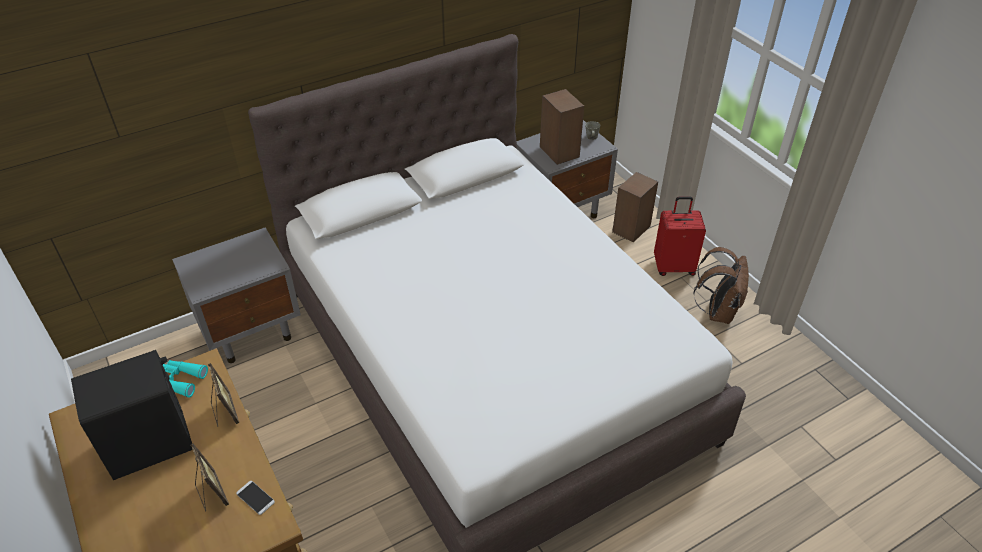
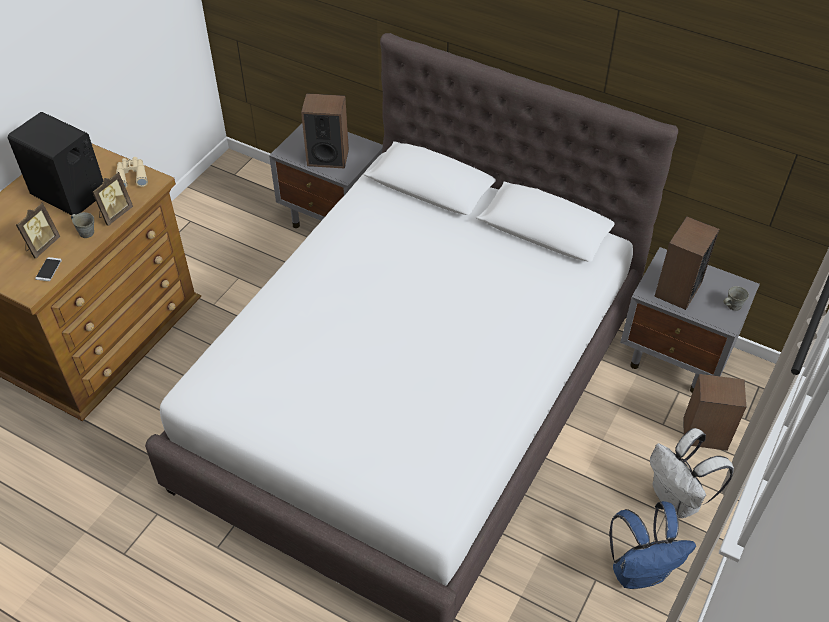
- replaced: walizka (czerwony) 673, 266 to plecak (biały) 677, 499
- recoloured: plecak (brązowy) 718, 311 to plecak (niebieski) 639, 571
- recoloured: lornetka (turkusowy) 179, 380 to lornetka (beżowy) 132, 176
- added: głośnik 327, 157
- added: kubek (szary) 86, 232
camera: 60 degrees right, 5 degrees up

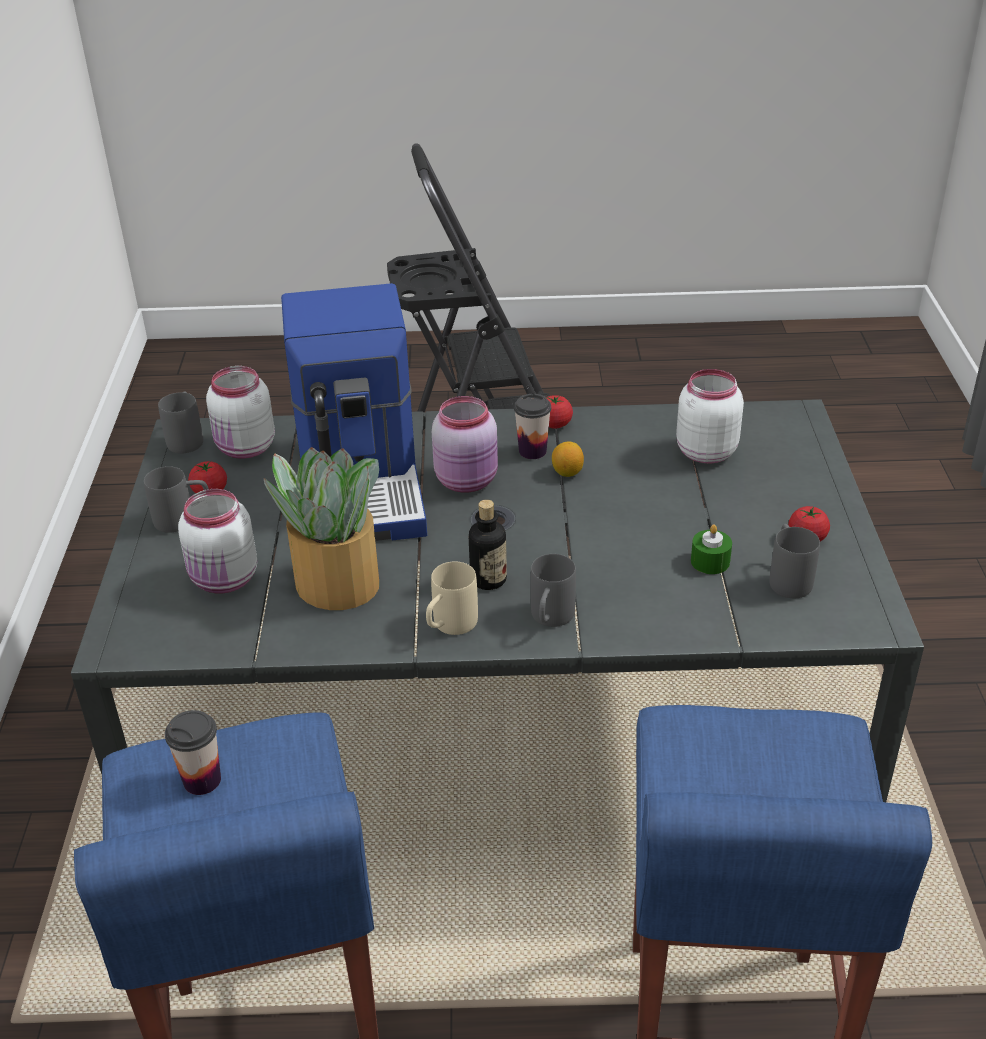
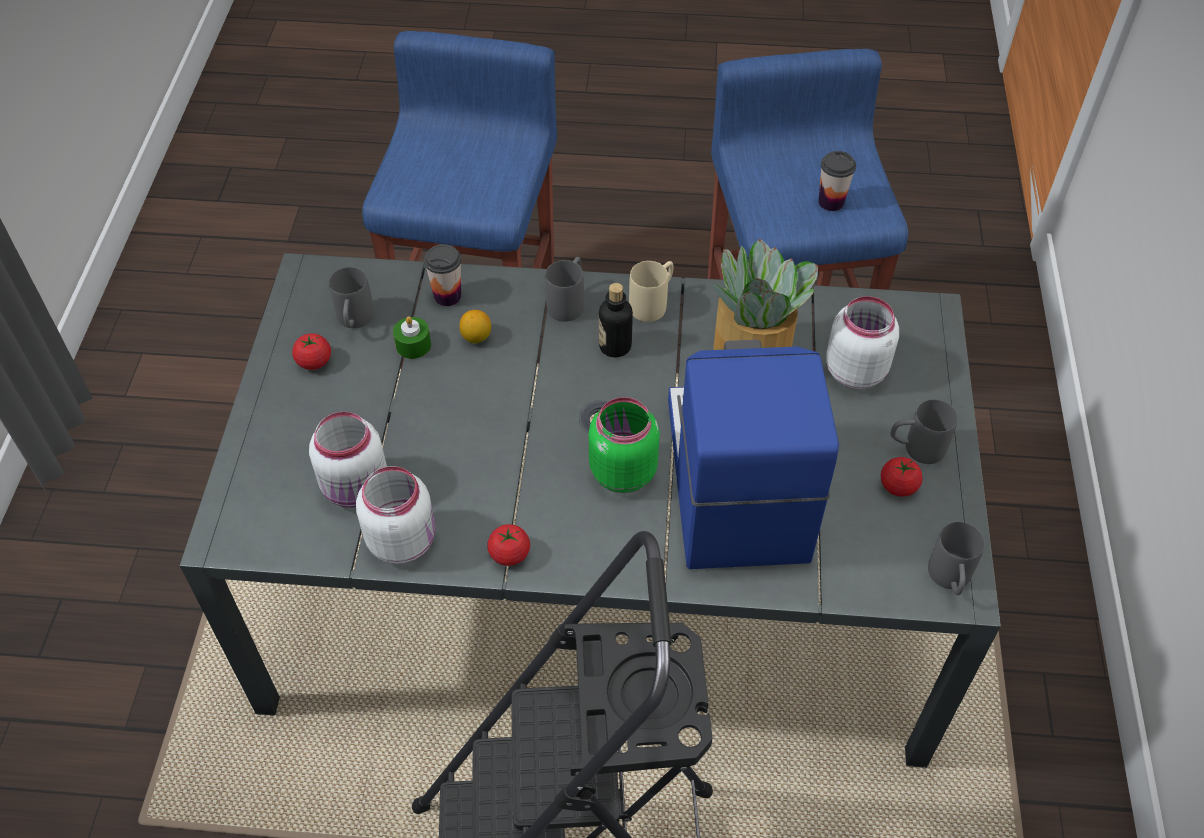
- moved: słoik (biały) 245, 448 to 403, 539
- moved: filiżanka 532, 451 to 447, 296
- recoloured: słoik (różowy) 468, 480 to słoik (zielony) 621, 472
- moved: cytryna 567, 472 to 476, 337
camera: 175 degrees left, 15 degrees up

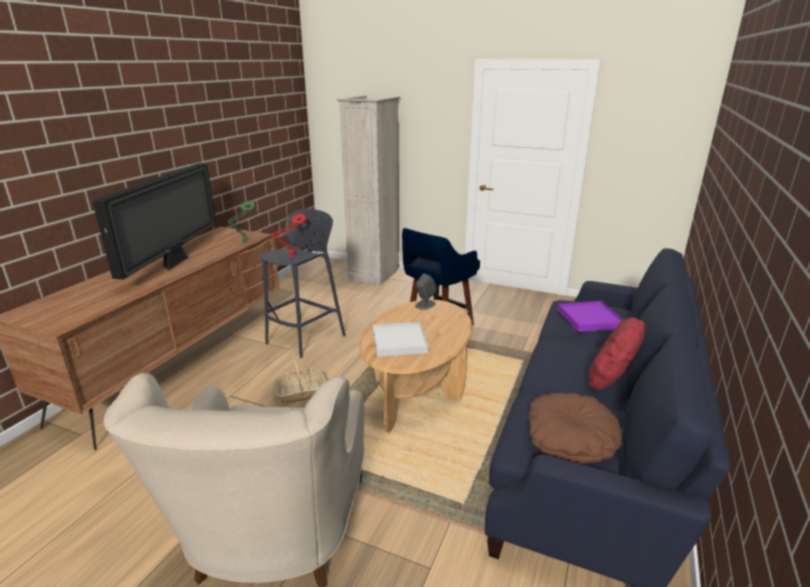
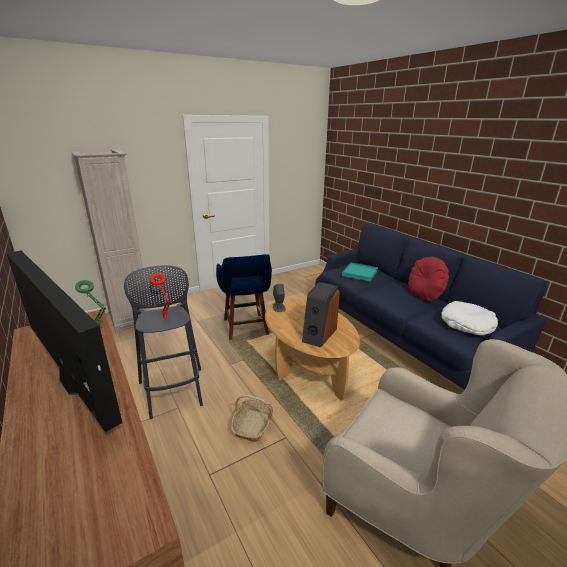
- recoloured: taca (fioletowy) 589, 319 to taca (turkusowy) 360, 273
- replaced: taca (biały) 399, 342 to głośnik 319, 334
- recoloured: poduszka (brązowy) 571, 439 to poduszka (biały) 467, 325
camera: 55 degrees left, 0 degrees up

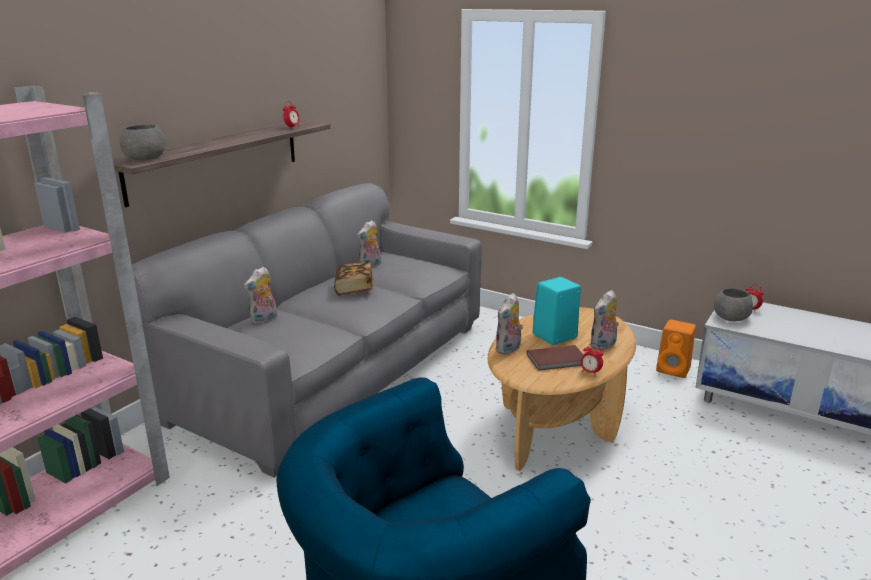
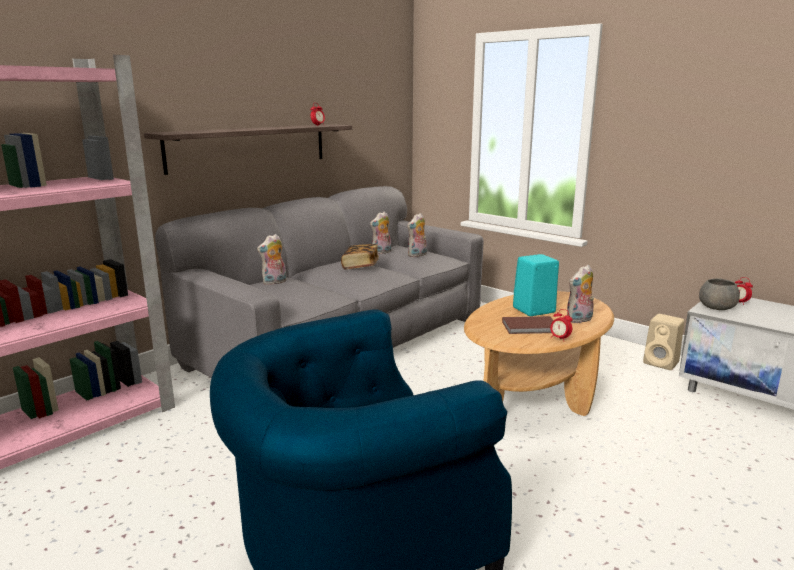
- removed: miska (szary) 146, 158
- moved: pluszak 509, 349 to 417, 255
- recoloured: głośnik (pomarańczowy) 674, 369 to głośnik (beżowy) 662, 363
camera: 10 degrees right, 5 degrees down

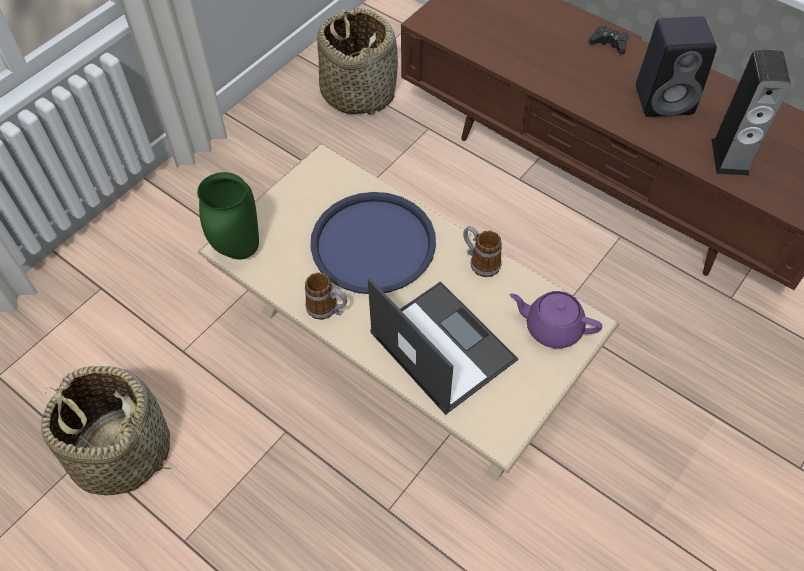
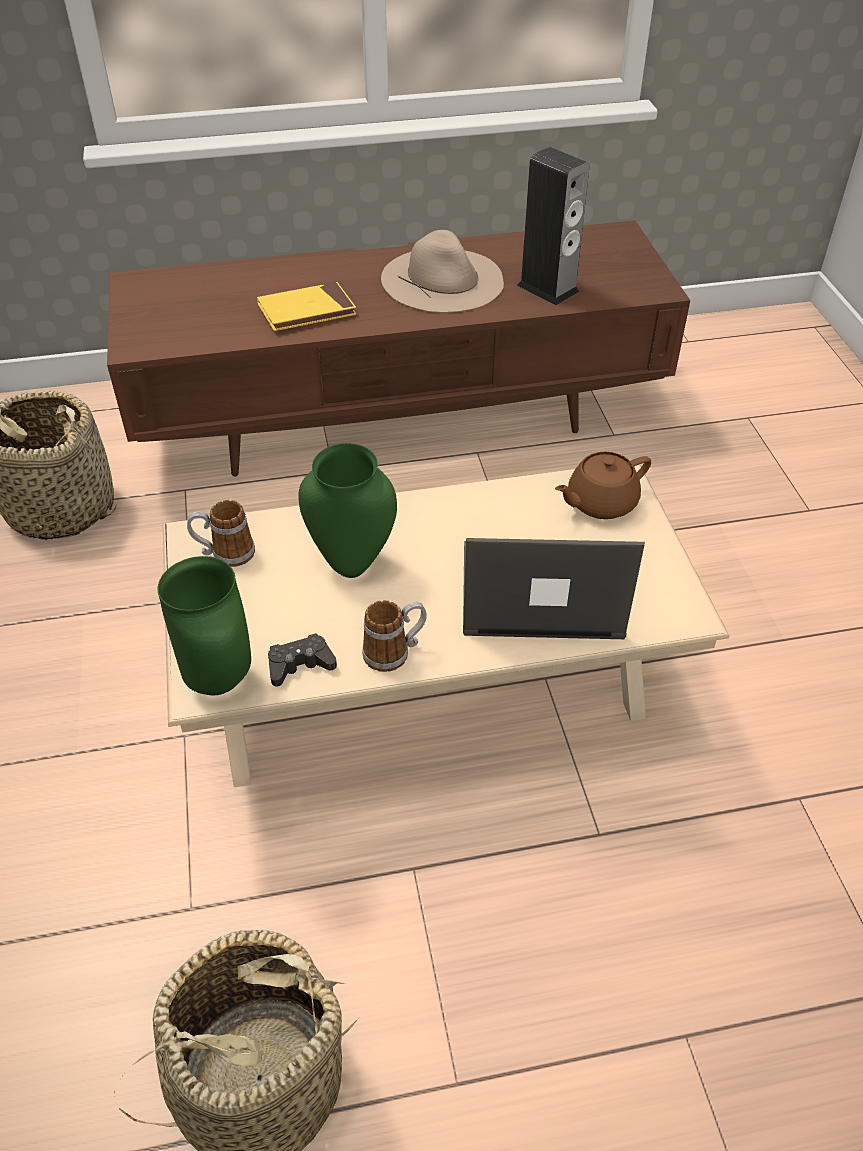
- replaced: głośnik (czarny) 666, 99 to kapelusz (beżowy) 442, 279
- moved: pad do gier (czarny) 609, 43 to 300, 665
- replaced: taca (niebieski) 373, 243 to wazon (zielony) 353, 563
- moved: kubek 480, 261 to 225, 554
- recoloured: imbryk (fioletowy) 552, 327 to imbryk (brązowy) 600, 502
- added: książka (żółty) 306, 311
camera: 50 degrees left, 10 degrees down

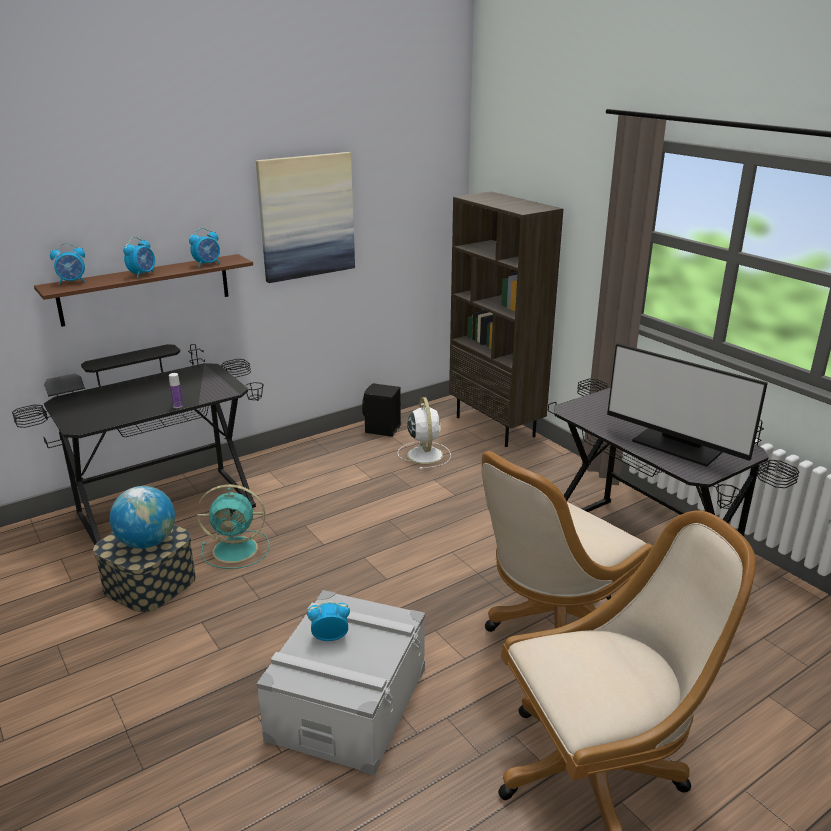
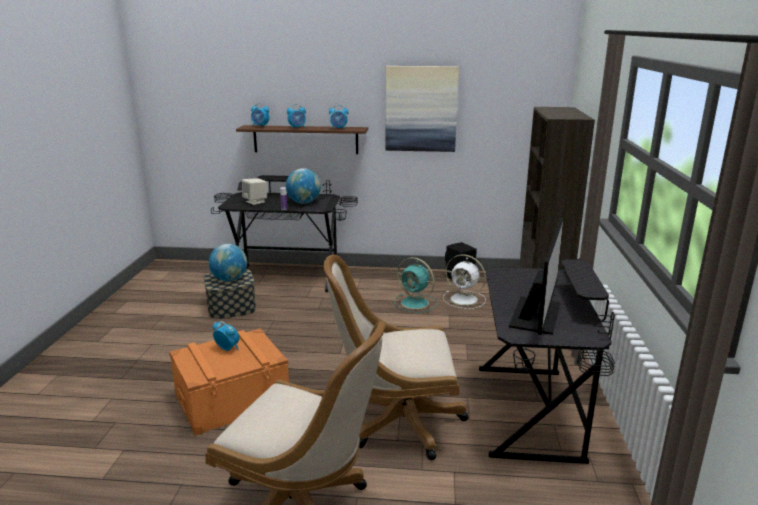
- turned: monitor 677, 446 = 537, 315 150 degrees counterclockwise
- turned: wentylator (biały) 424, 454 = 465, 299 90 degrees clockwise
- moved: wentylator (turkusowy) 237, 549 to 416, 303
- recoloured: pojemnik do przechowywania (szary) 348, 703 to pojemnik do przechowywania (pomarańczowy) 232, 399
- added: globus 304, 203
- added: głośnik (beżowy) 255, 202
camera: 40 degrees right, 5 degrees down

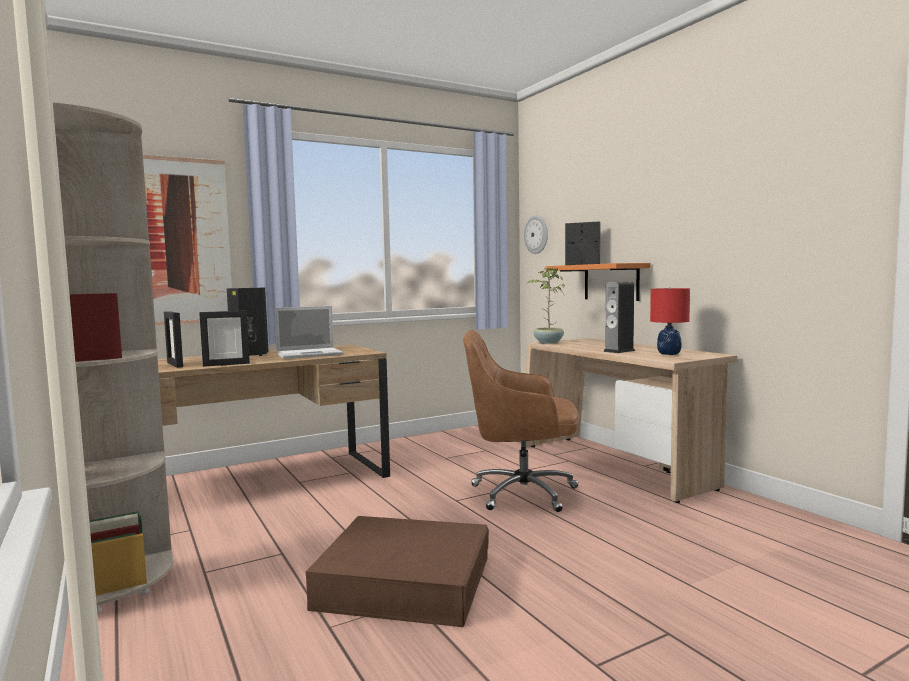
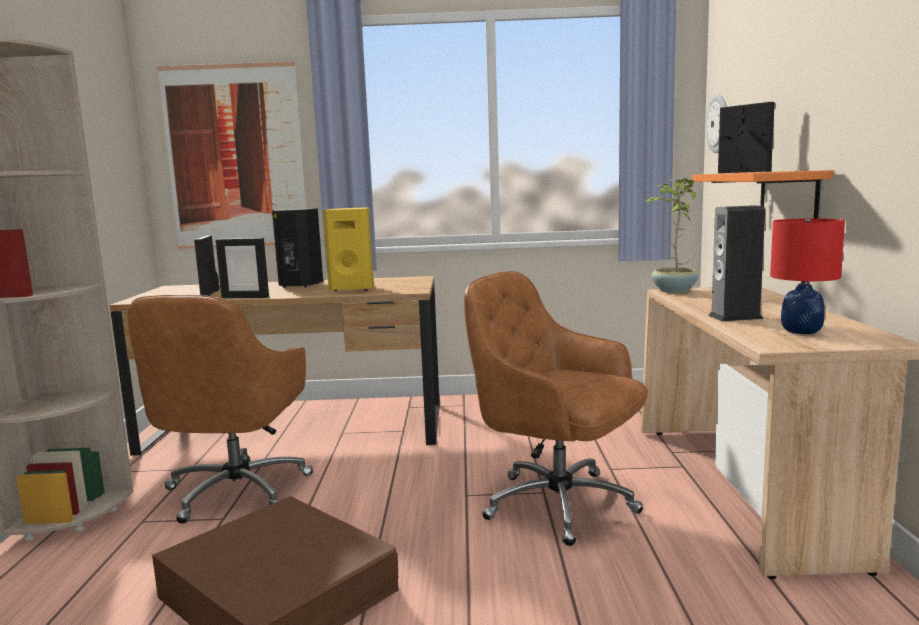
- replaced: laptop 310, 354 to głośnik (żółty) 353, 288
- added: krzesło biurowe (brązowy) 236, 491
camera: 30 degrees right, 5 degrees up

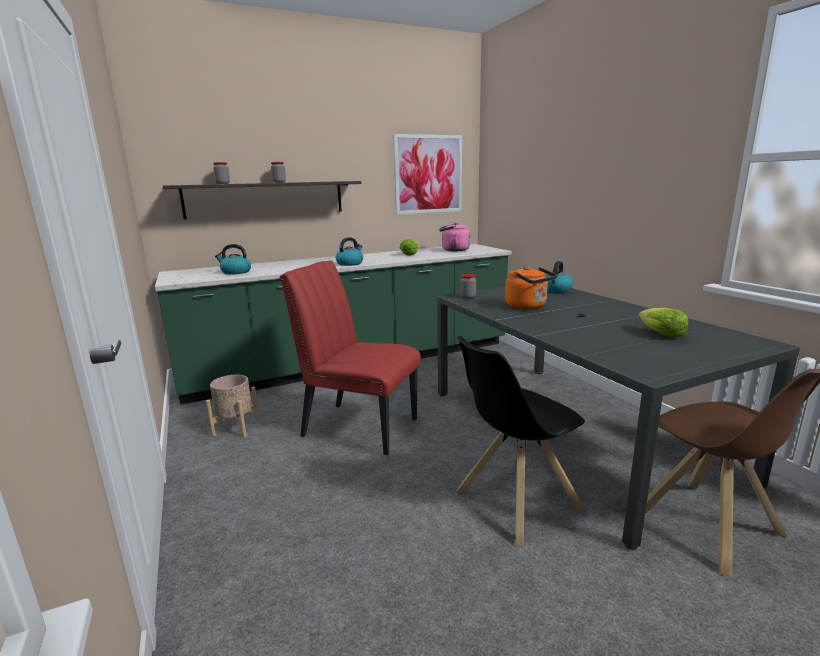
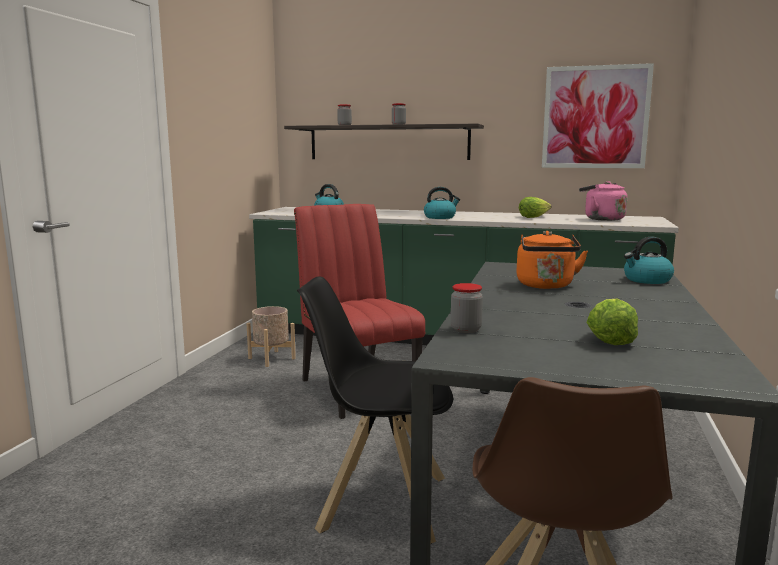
- moved: słoik 468, 297 to 466, 329
camera: 40 degrees right, 5 degrees down

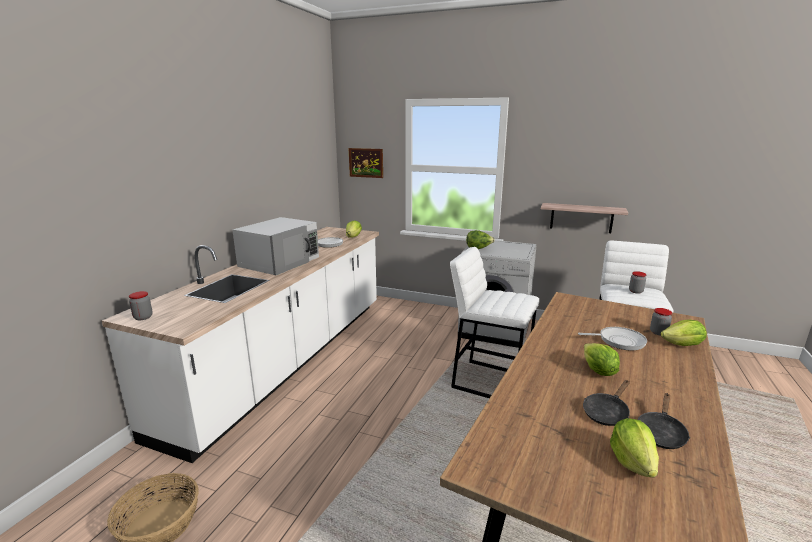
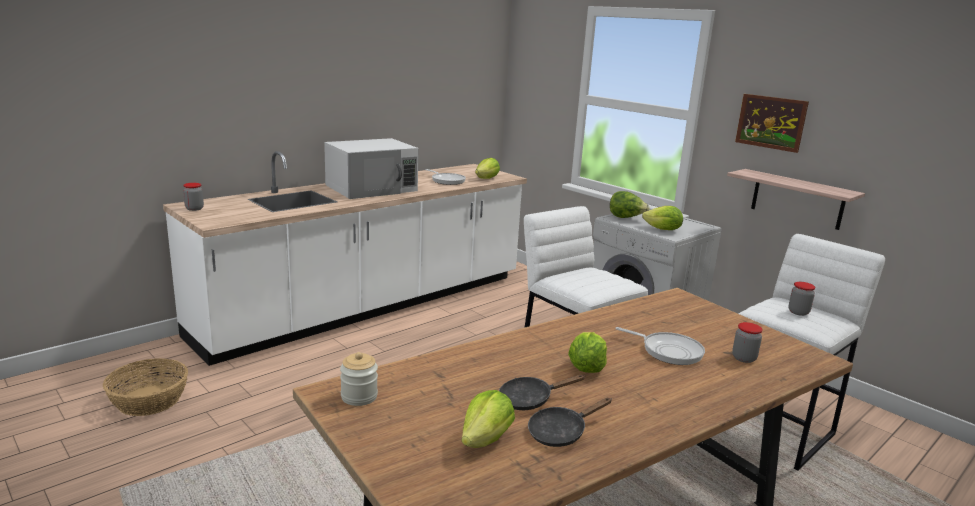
- moved: obraz 366, 162 to 771, 122
- moved: sałata 682, 345 to 663, 230
- added: słoik 359, 396
camera: 25 degrees right, 0 degrees up

